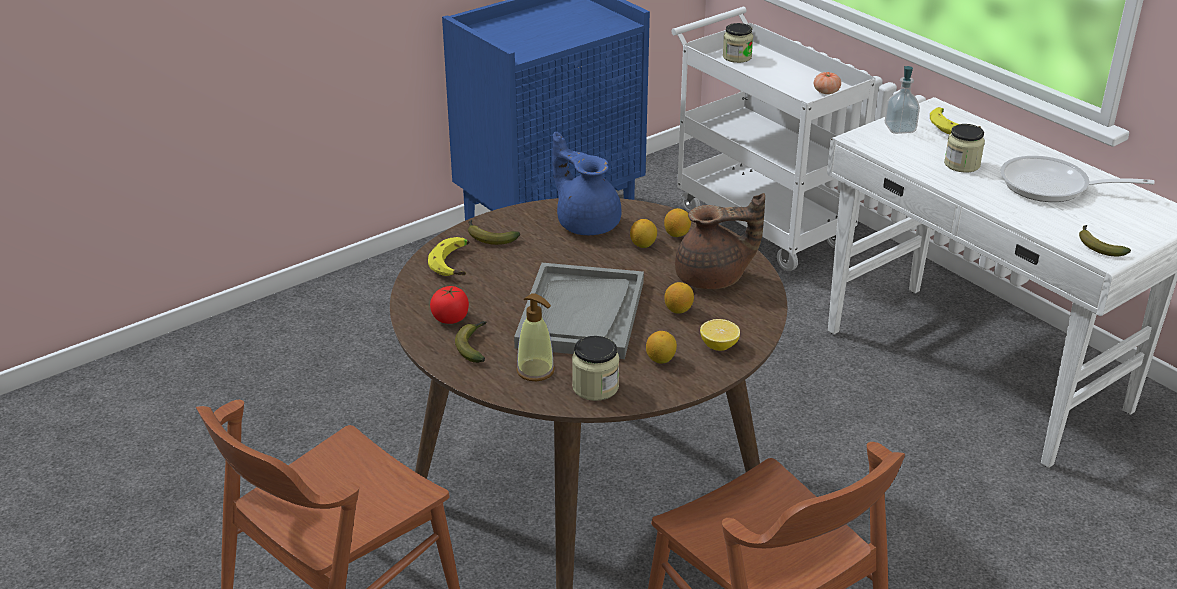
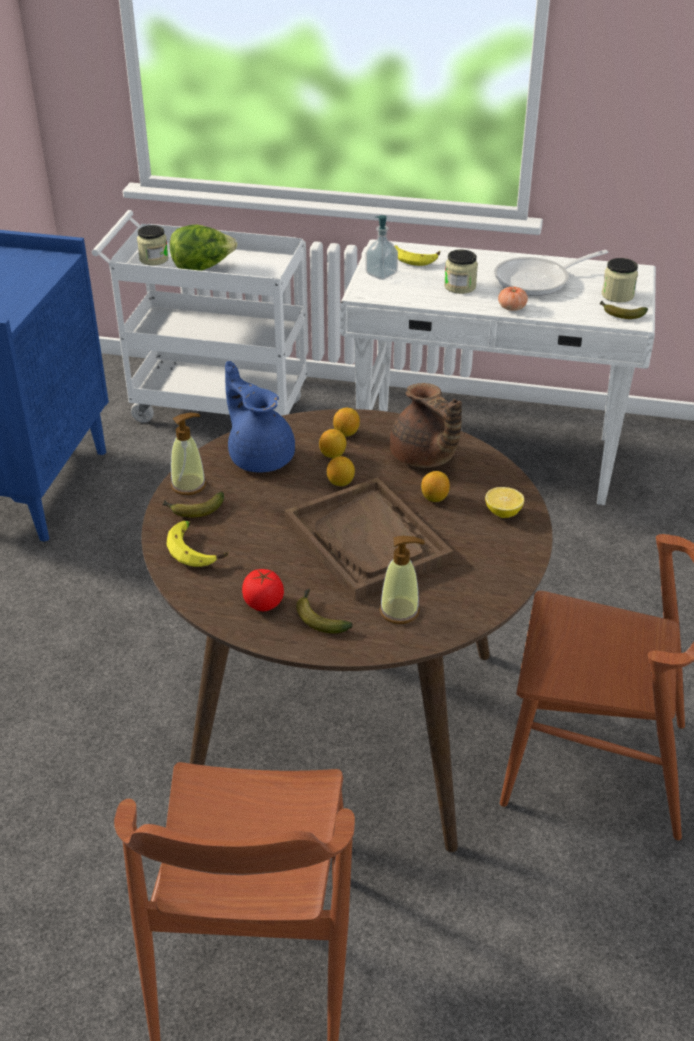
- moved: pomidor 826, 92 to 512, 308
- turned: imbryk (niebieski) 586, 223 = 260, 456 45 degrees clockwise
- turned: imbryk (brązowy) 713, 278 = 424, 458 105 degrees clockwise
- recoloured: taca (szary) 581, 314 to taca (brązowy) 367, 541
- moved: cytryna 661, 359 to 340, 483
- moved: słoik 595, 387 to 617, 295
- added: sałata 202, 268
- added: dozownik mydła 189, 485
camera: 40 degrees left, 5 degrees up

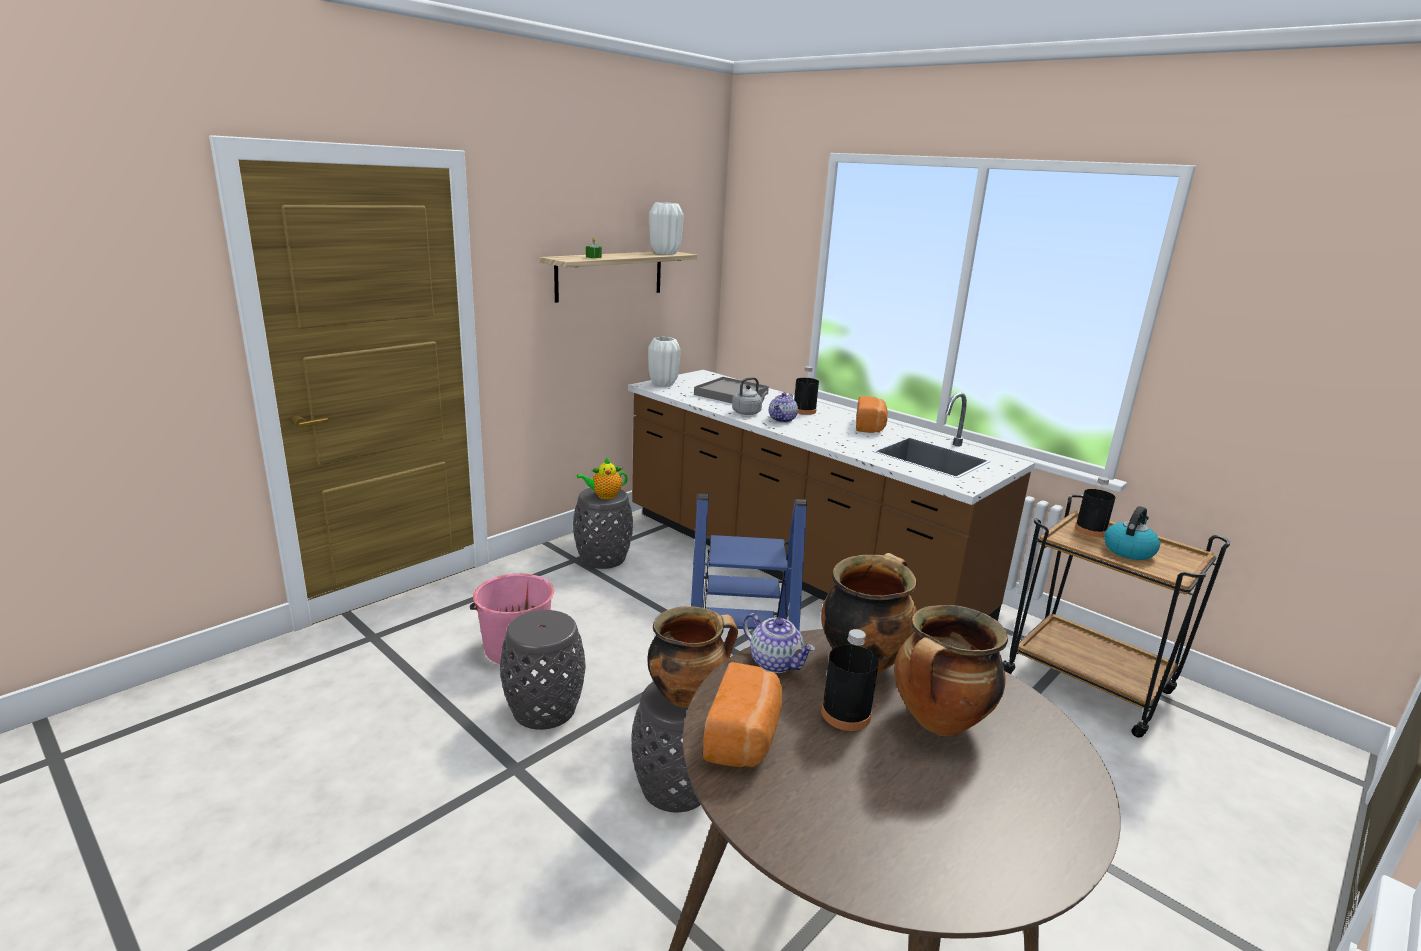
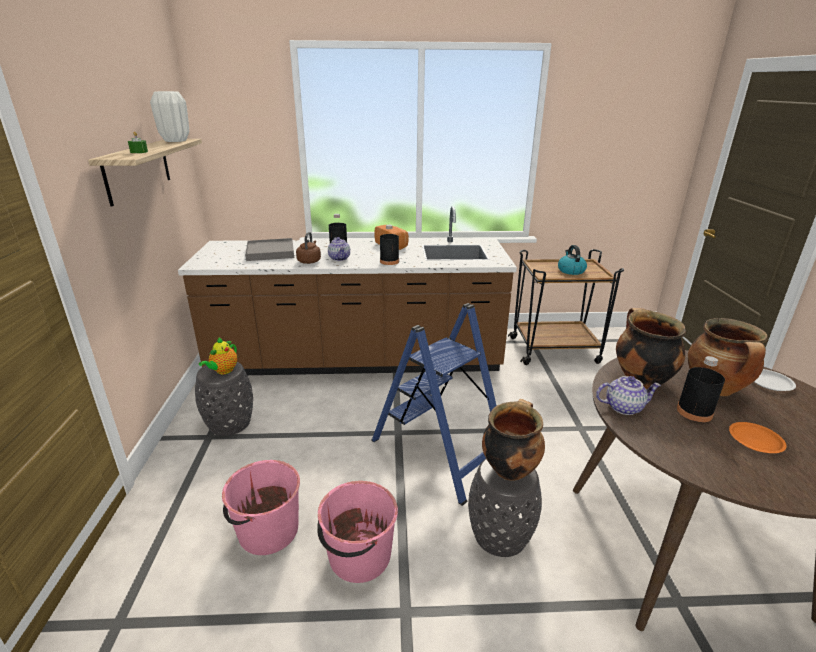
- removed: wazon (biały) 663, 384
- recoloured: czajnik (szary) 748, 412 to czajnik (brązowy) 309, 261
- moved: butelka (czarny) 1090, 530 to 389, 261
- replaced: stołek (szary) 544, 709 to wiadro (różowy) 359, 556
- removed: chleb 744, 737
- added: talerz (biały) 770, 382
- added: talerz (pomarańczowy) 755, 440
camera: 45 degrees left, 5 degrees up

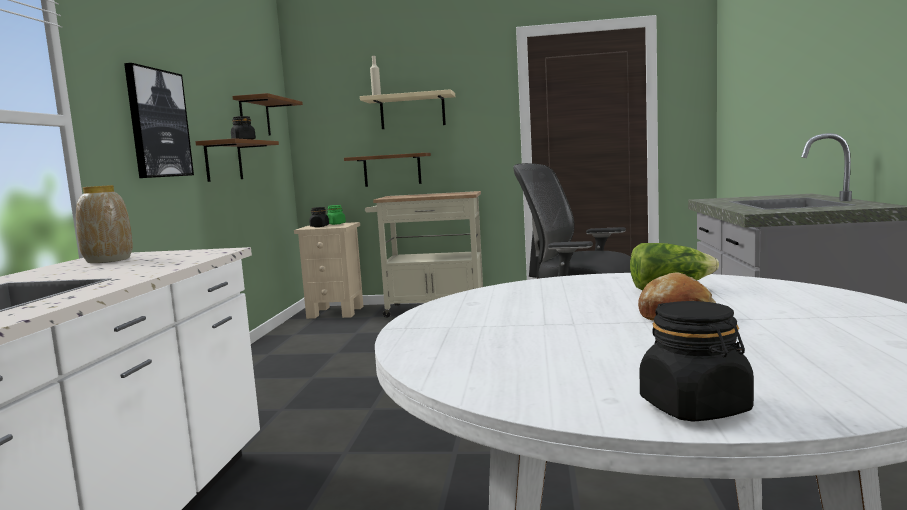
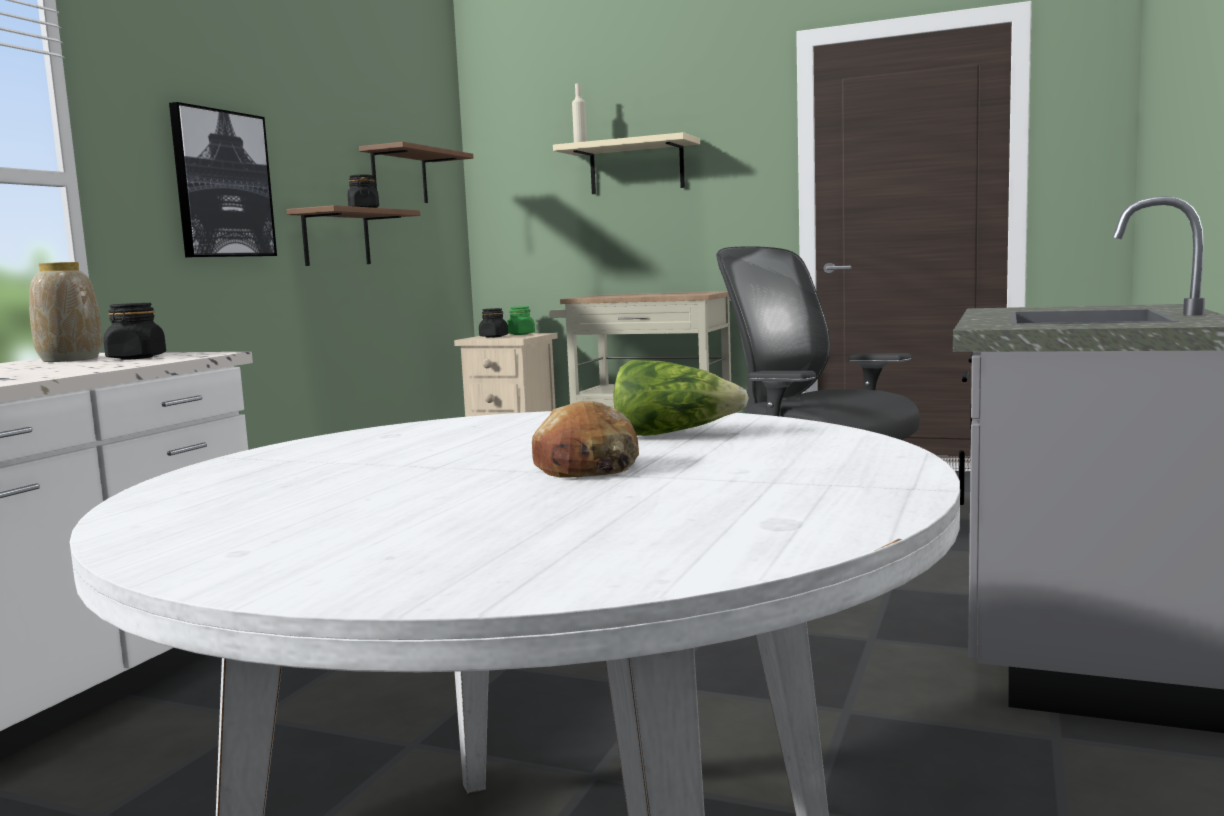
- removed: półka (brązowy) 392, 170
- moved: słoik (czarny) 695, 407 to 136, 358
camera: 15 degrees right, 0 degrees up

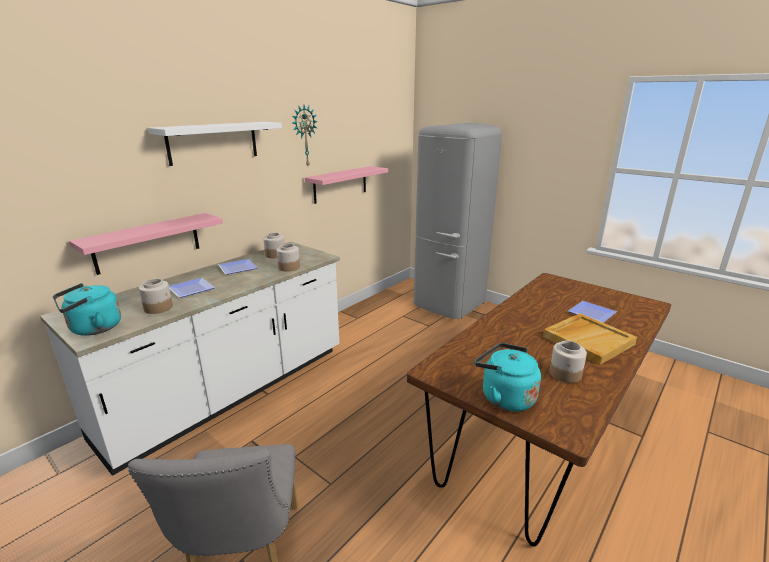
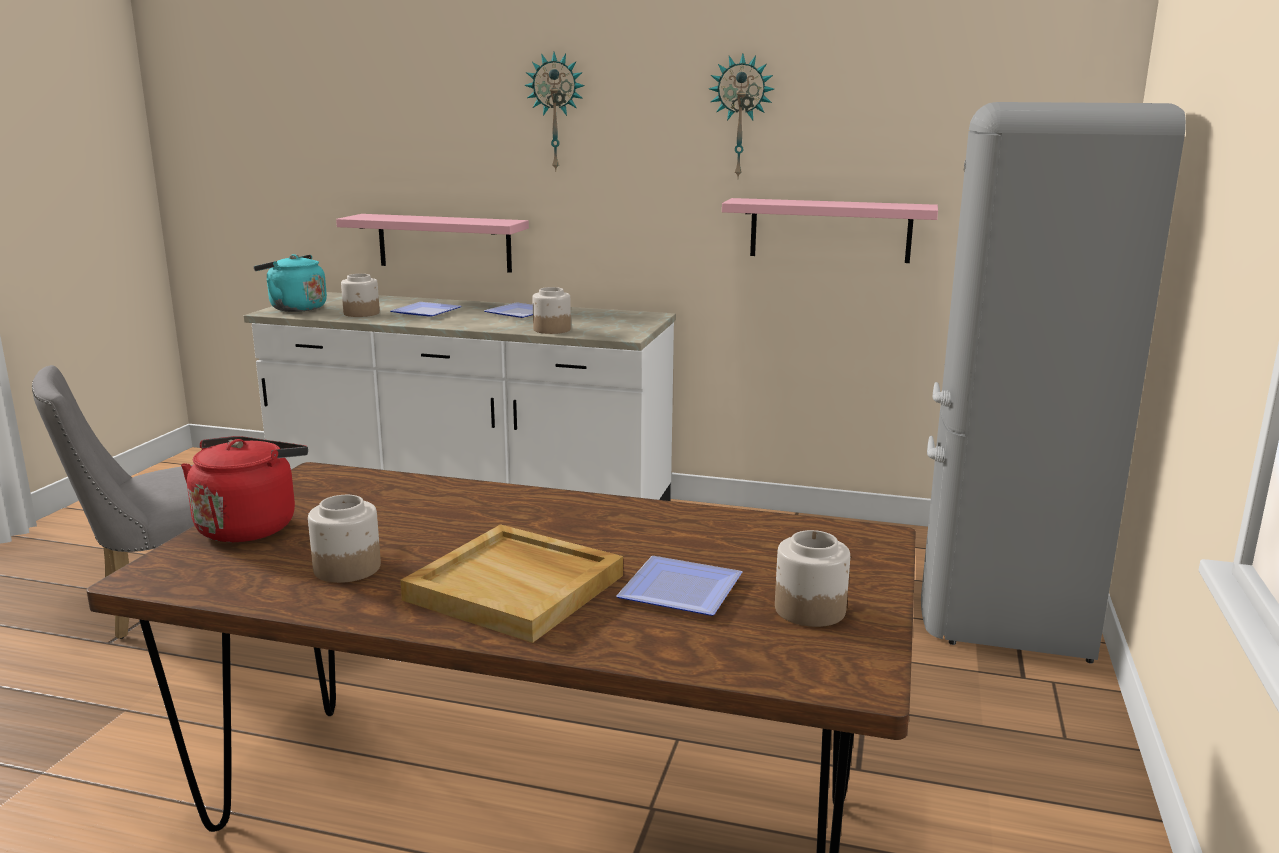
- replaced: półka (biały) 213, 142 to zegar ścienny 556, 112
- moved: słoik 275, 255 to 809, 609
- recoloured: czajnik (turkusowy) 504, 397 to czajnik (czerwony) 250, 526
camera: 65 degrees right, 5 degrees down

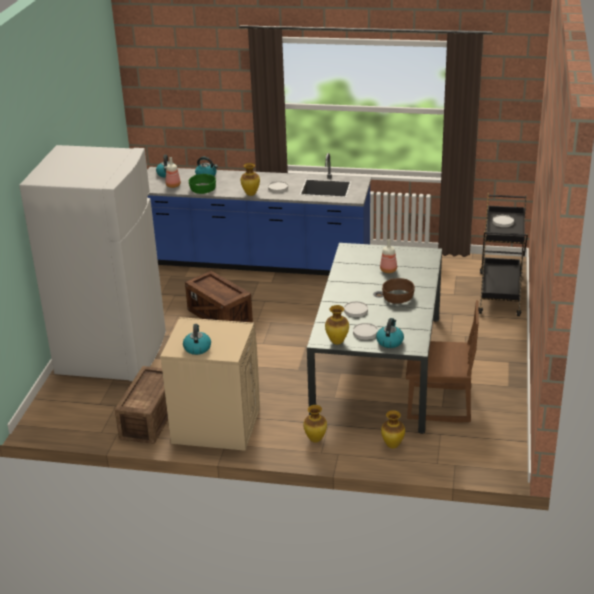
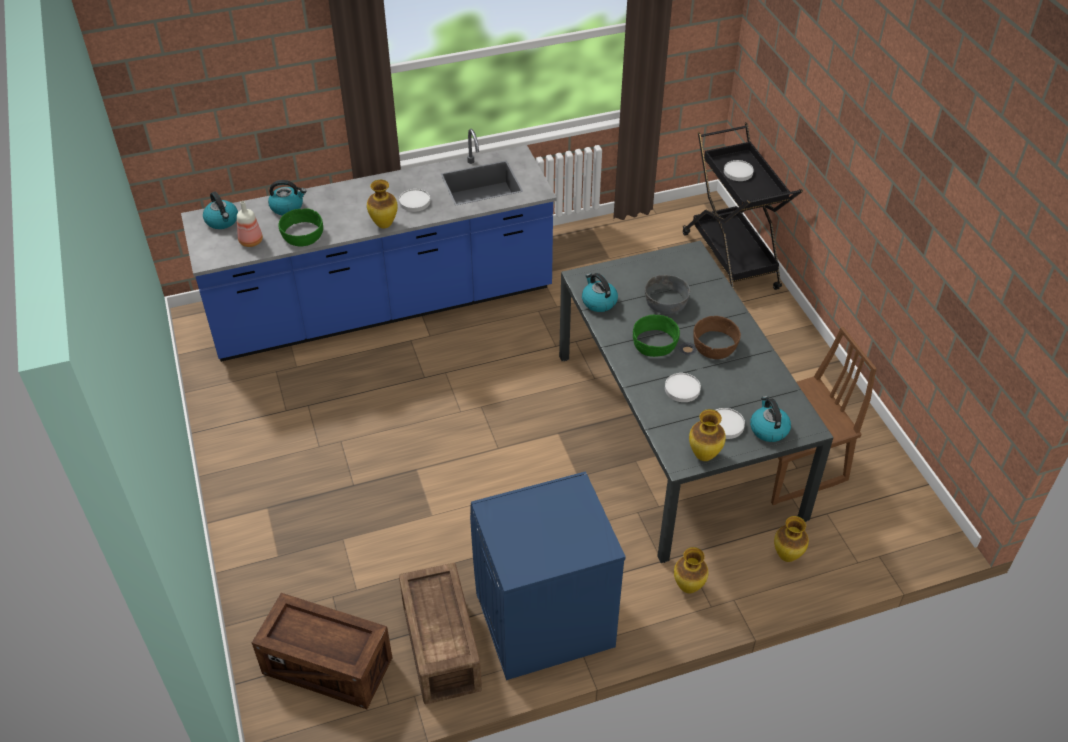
- removed: lodówka (biały) 112, 352
- replaced: butelka 389, 270 to miska (szary) 666, 301
- moved: skrzynka 219, 316 to 327, 666
- recoloured: pralka (beżowy) 216, 426 to pralka (niebieski) 543, 621
- moved: czajnik 197, 348 to 598, 302
- added: miska (zielony) 655, 342
camera: 30 degrees left, 15 degrees up

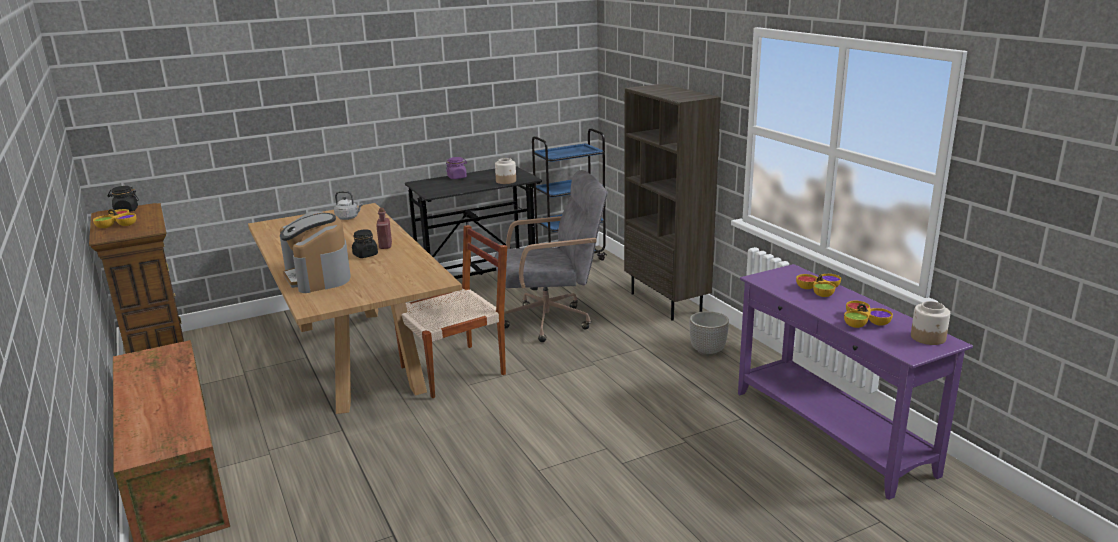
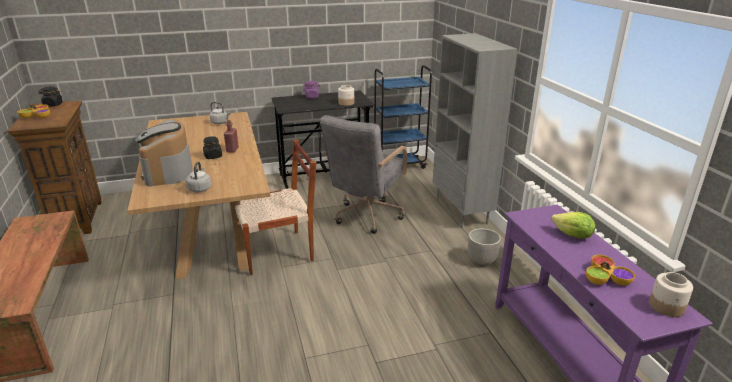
- recoloured: regał (brązowy) 667, 302 to regał (szary) 462, 211
- turned: krzesło biurowe (szary) 552, 322 = 366, 218 120 degrees clockwise
- replaced: miska 819, 290 to sałata 572, 236
- added: czajnik (szary) 200, 188
camera: 10 degrees right, 5 degrees up

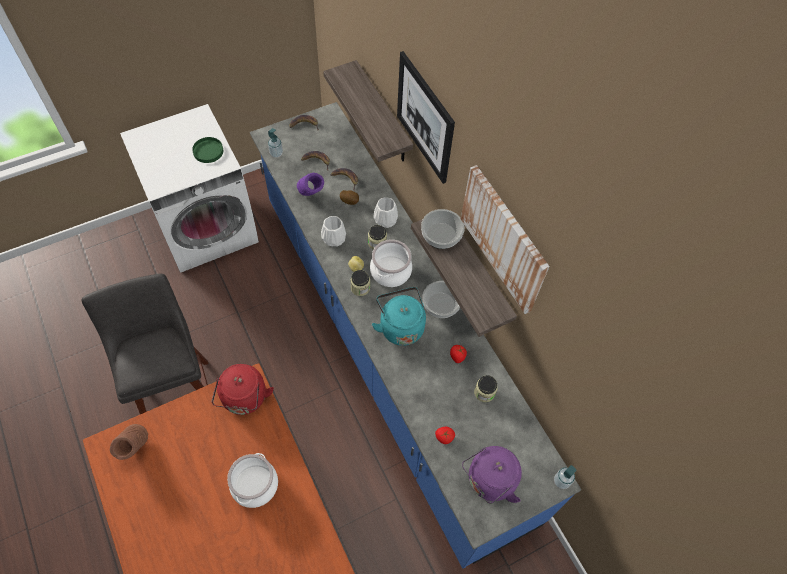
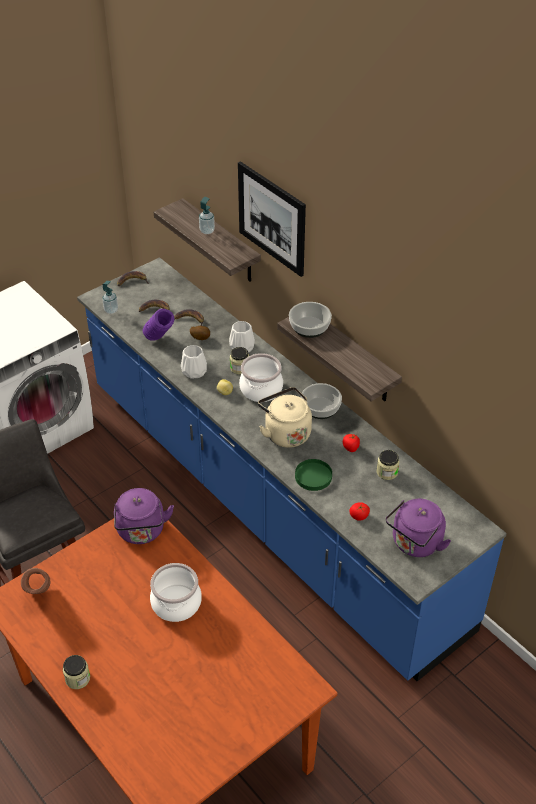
- moved: talerz (zielony) 208, 151 to 313, 476
- removed: obraz 504, 239
- moved: słoik 360, 288 to 77, 678
- recoloured: czajnik (turkusowy) 400, 326 to czajnik (beżowy) 285, 432
- recoloured: czajnik (czerwony) 244, 399 to czajnik (fioletowy) 141, 532
- moved: dozownik mydła 561, 481 to 207, 231
camera: 10 degrees left, 15 degrees down

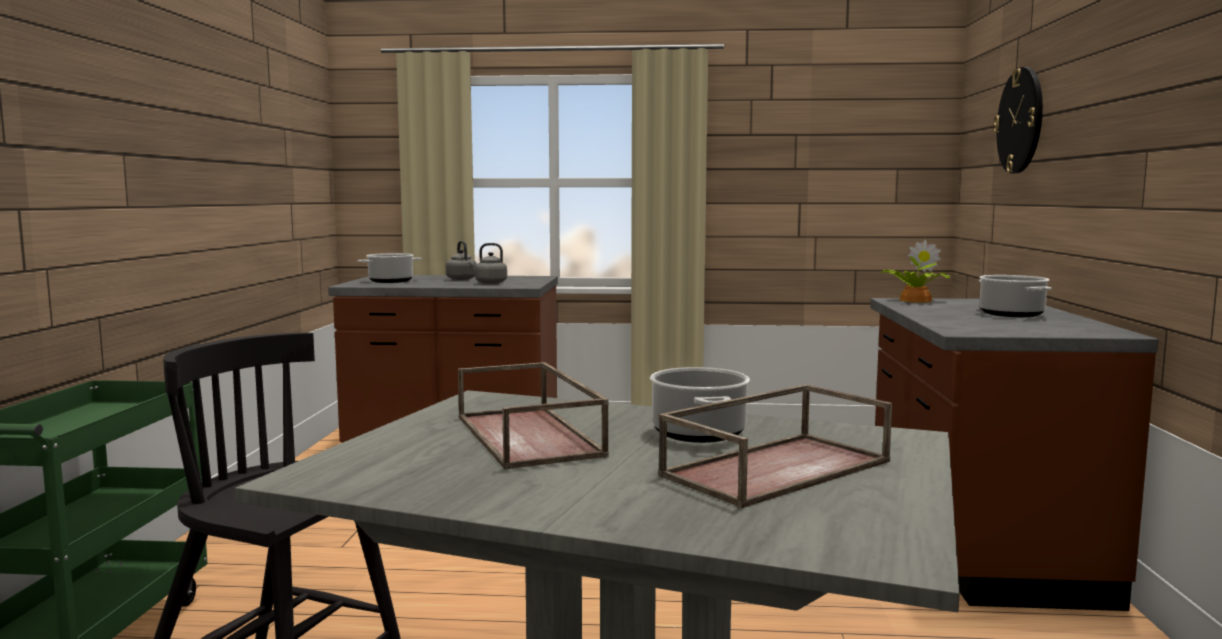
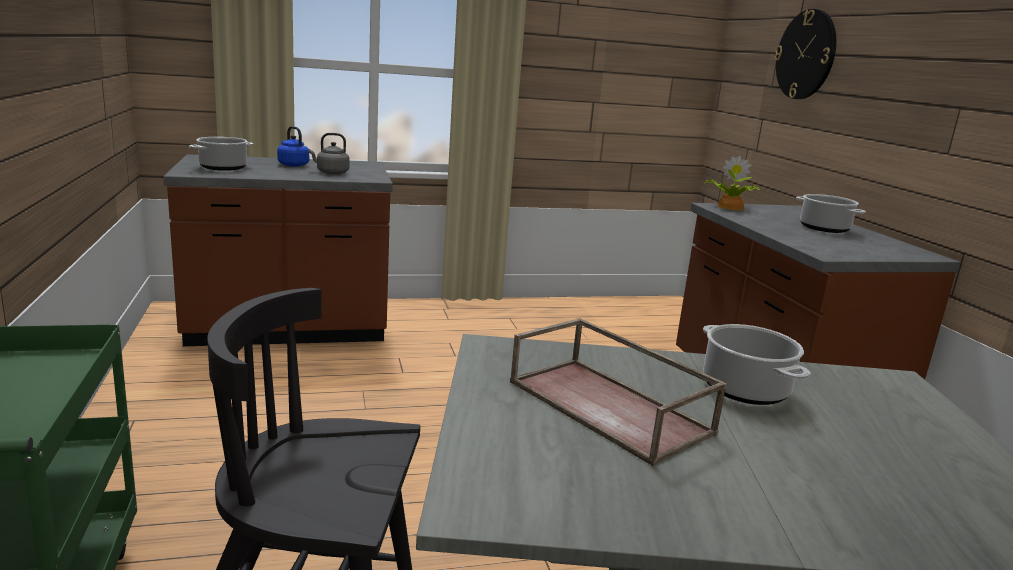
- recoloured: czajnik (szary) 460, 279 to czajnik (niebieski) 292, 165
- removed: taca (brązowy) 776, 467
camera: 20 degrees left, 10 degrees up

